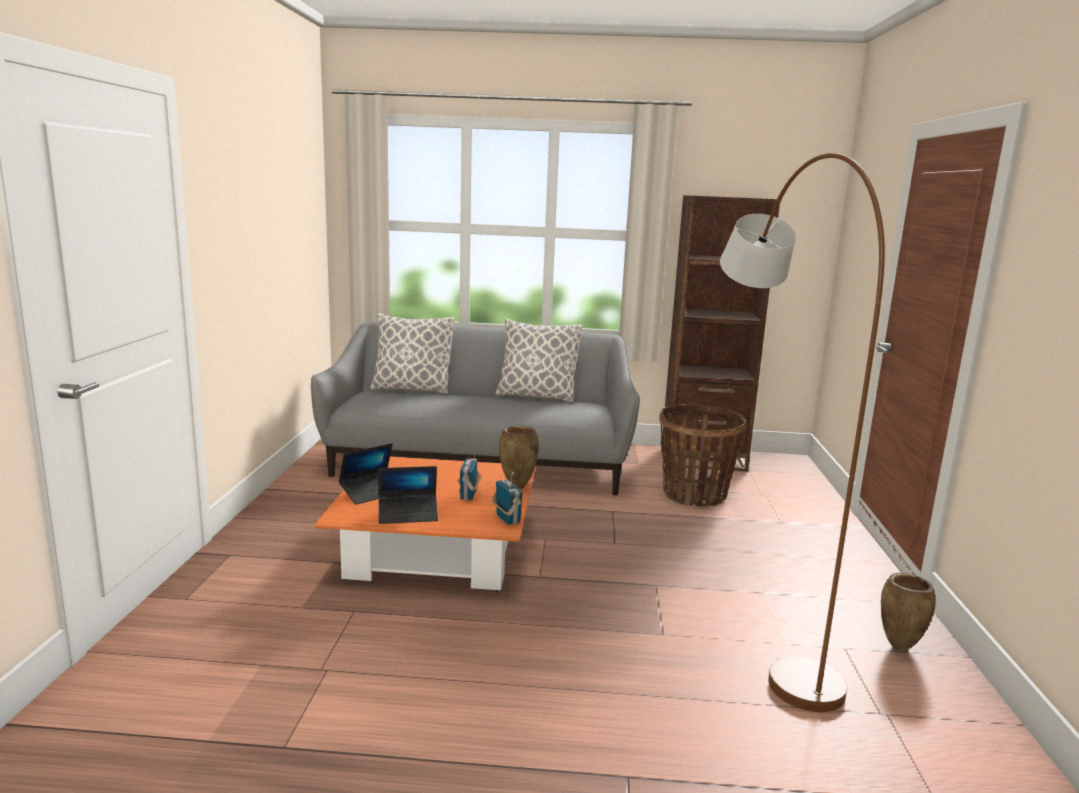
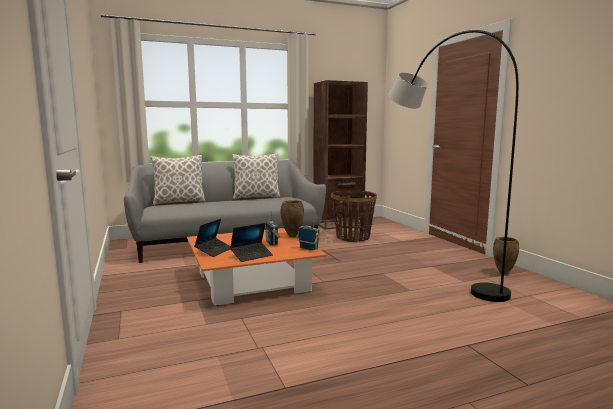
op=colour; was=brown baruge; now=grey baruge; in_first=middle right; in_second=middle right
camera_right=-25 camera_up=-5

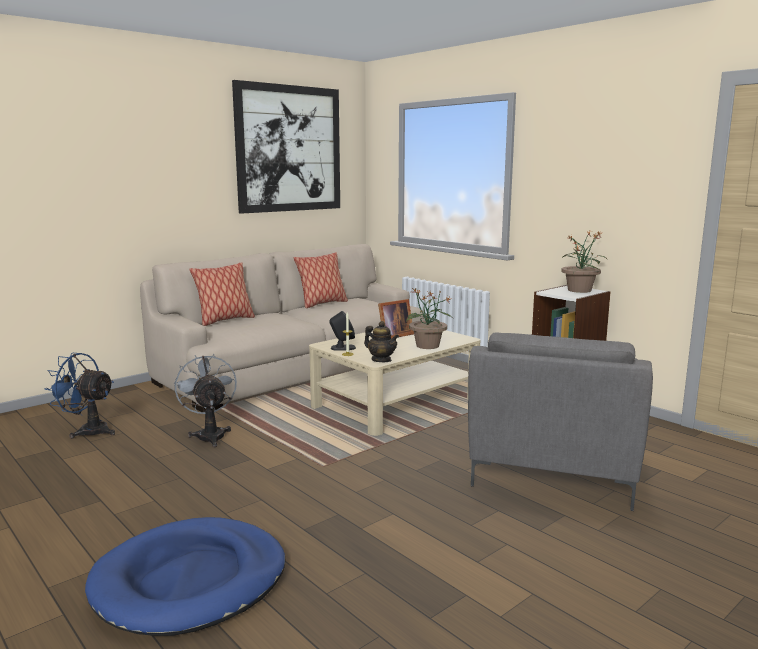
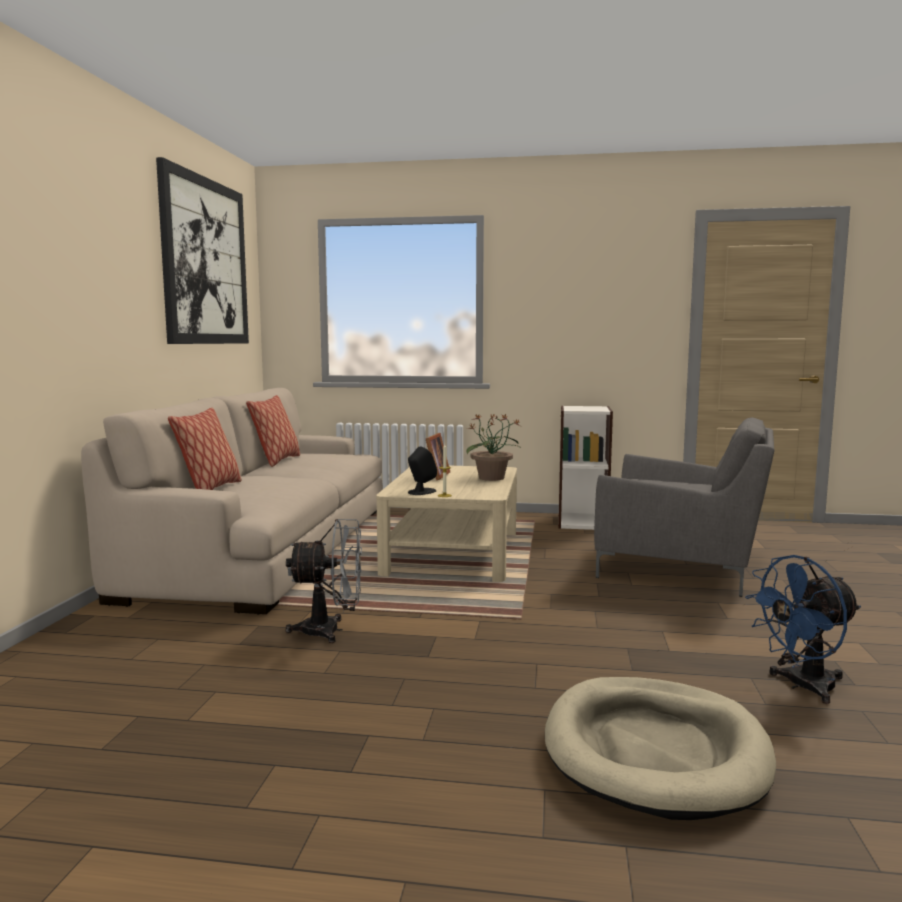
op=spun; was=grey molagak; in_first=middle left; in_second=centre; clockwise=150
op=colour; was=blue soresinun; now=beige soresinun; in_first=bottom left; in_second=bottom right
op=spun; was=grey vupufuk; in_first=middle right; in_second=middle right; clockwise=-45
op=relocated; was=blue molagak; in_first=middle left; in_second=bottom right
op=missing; was=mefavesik; in_first=centre
op=missing; was=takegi (no. 2 from left); in_first=middle right
camera_right=-40 camera_up=-5

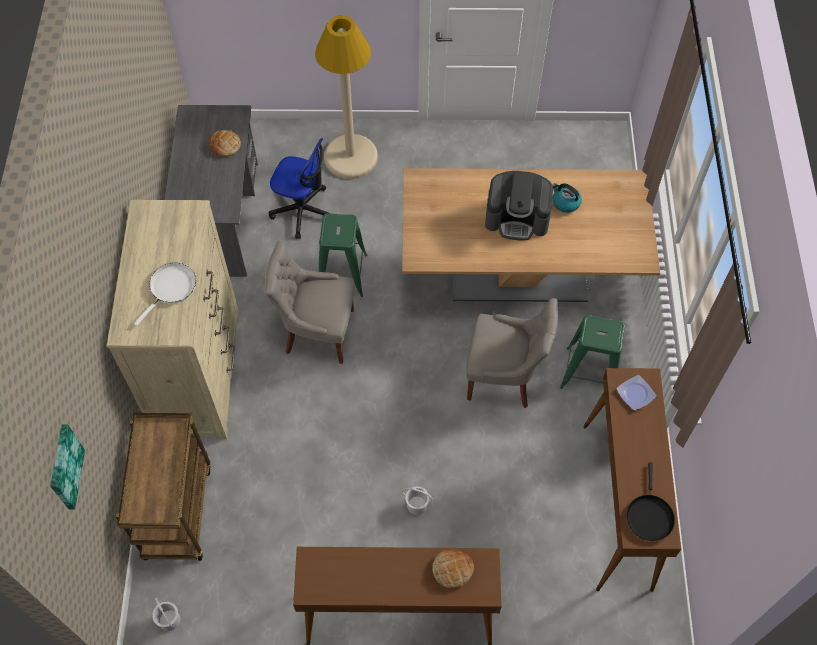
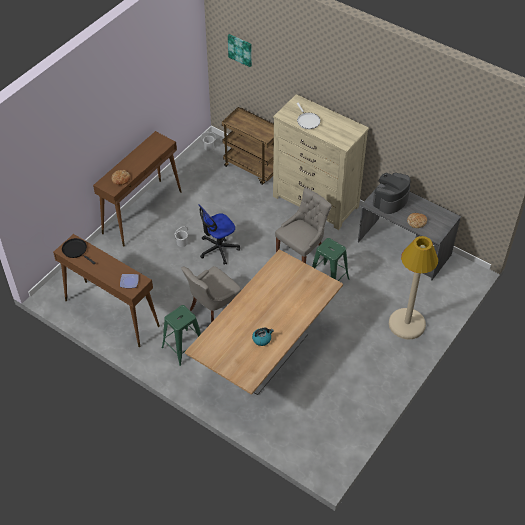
op=relocated; was=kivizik; in_first=top centre; in_second=centre
op=relocated; was=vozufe; in_first=top centre; in_second=middle right
camera_right=125 camera_up=-10

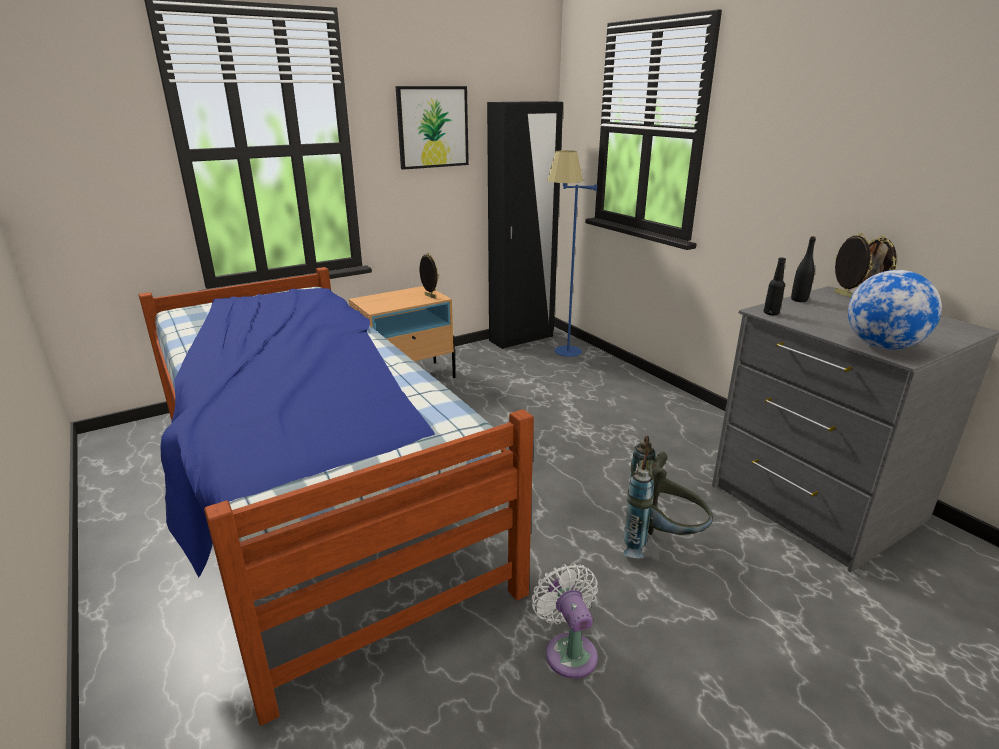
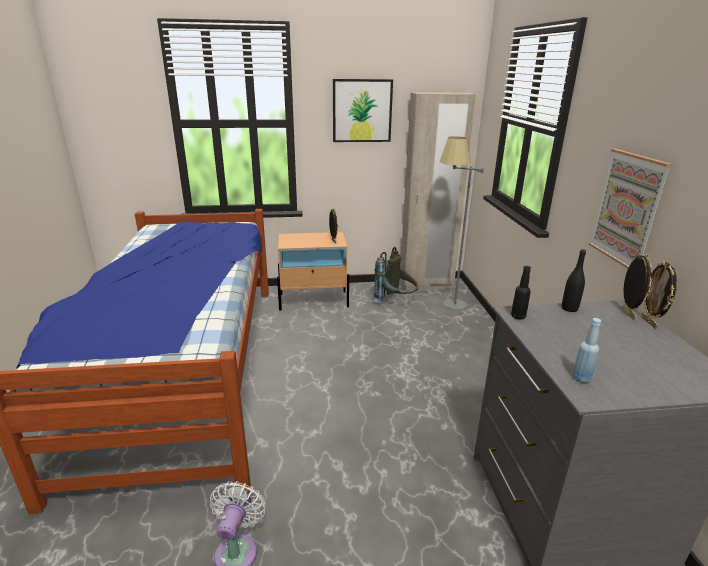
op=relocated; was=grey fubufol; in_first=middle right; in_second=centre
op=colour; was=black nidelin; now=beige nidelin; in_first=top centre; in_second=centre
op=colour; was=blue baruge; now=grey baruge; in_first=centre; in_second=centre
op=exchanged; was=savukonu; now=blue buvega; in_first=middle right; in_second=middle right
op=appeared; now=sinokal (no. 2 from left); in_second=middle right
camera_right=25 camera_up=0

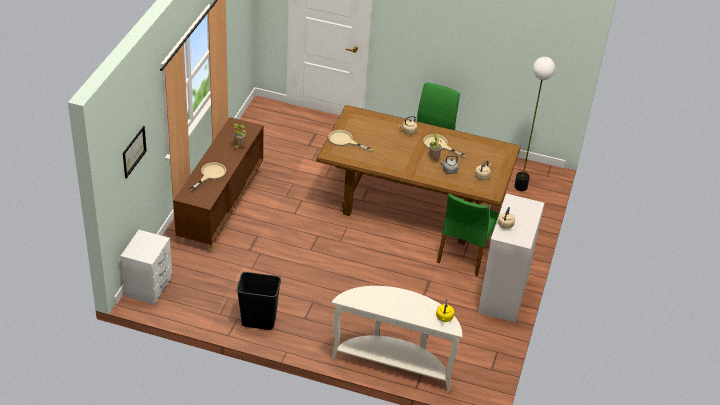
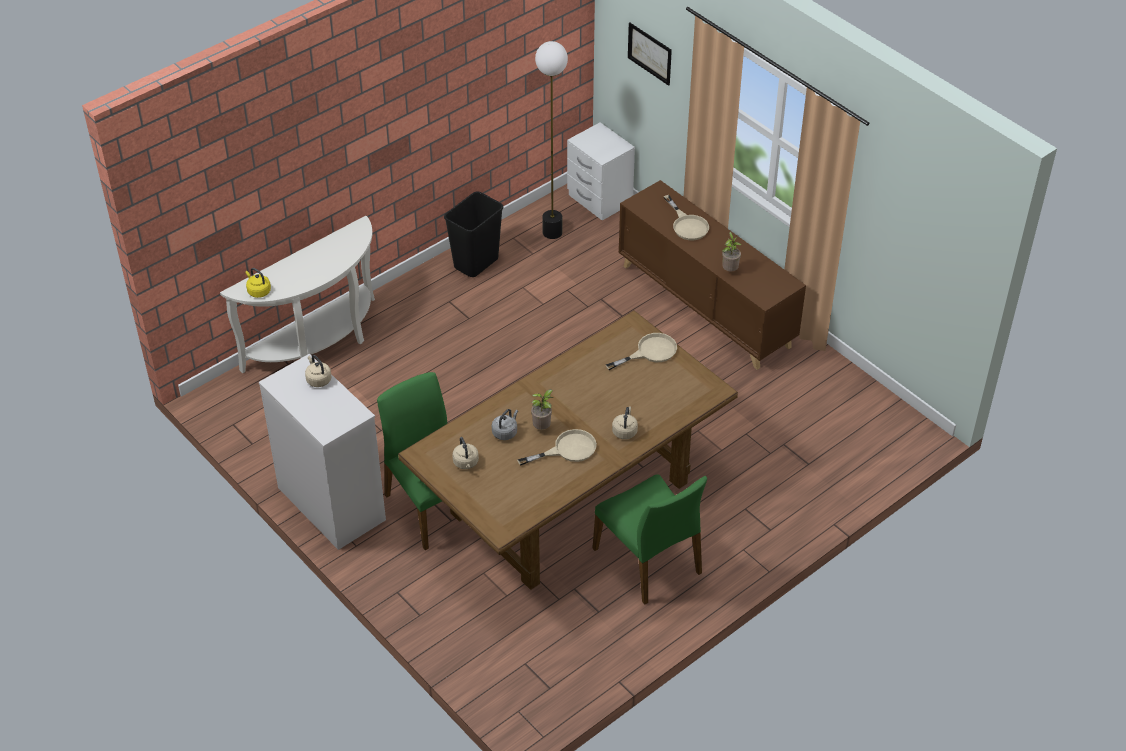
op=relocated; was=baruge; in_first=top right; in_second=top centre
camera_right=125 camera_up=5

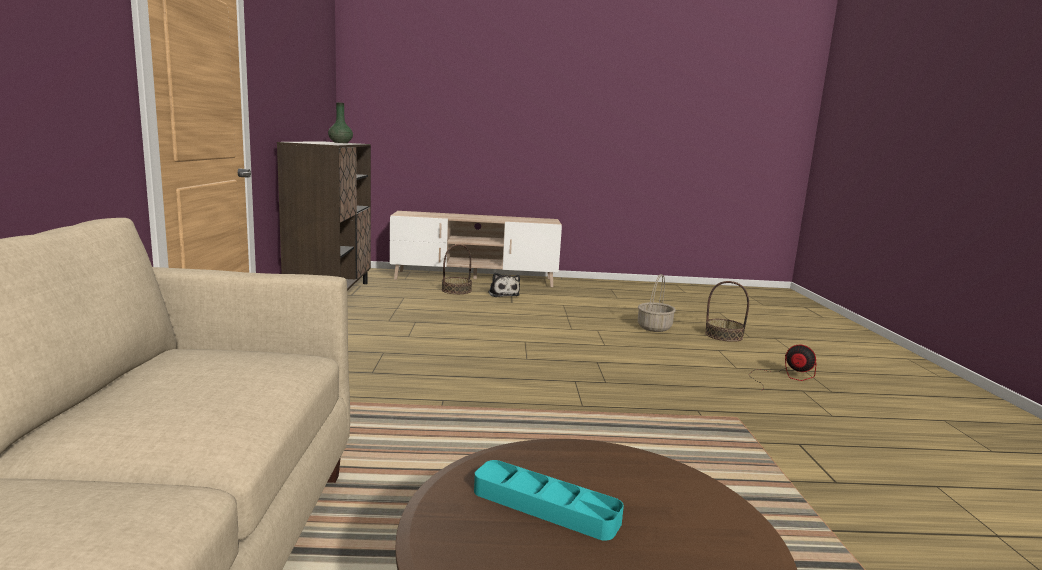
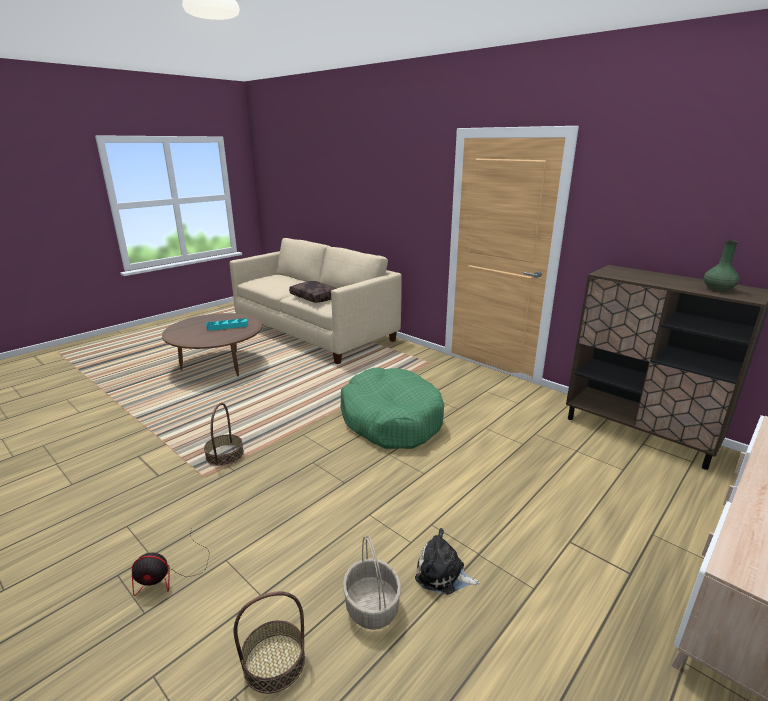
op=relocated; was=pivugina (no. 1 from left); in_first=centre; in_second=middle left
op=appeared; now=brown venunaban; in_second=centre
op=appeared; now=green soresinun; in_second=centre
op=relocated; was=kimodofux; in_first=centre; in_second=bottom centre
camera_right=135 camera_up=10

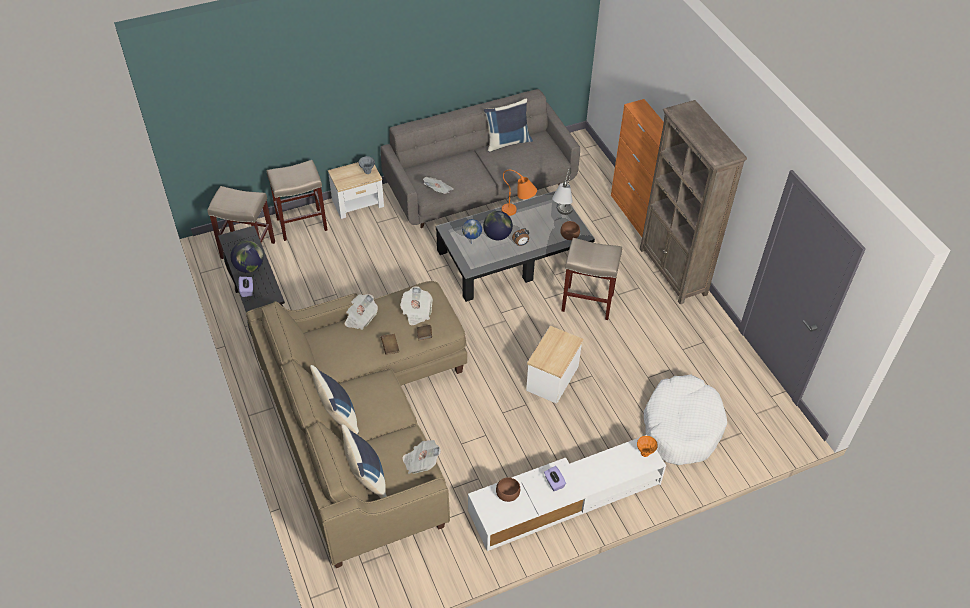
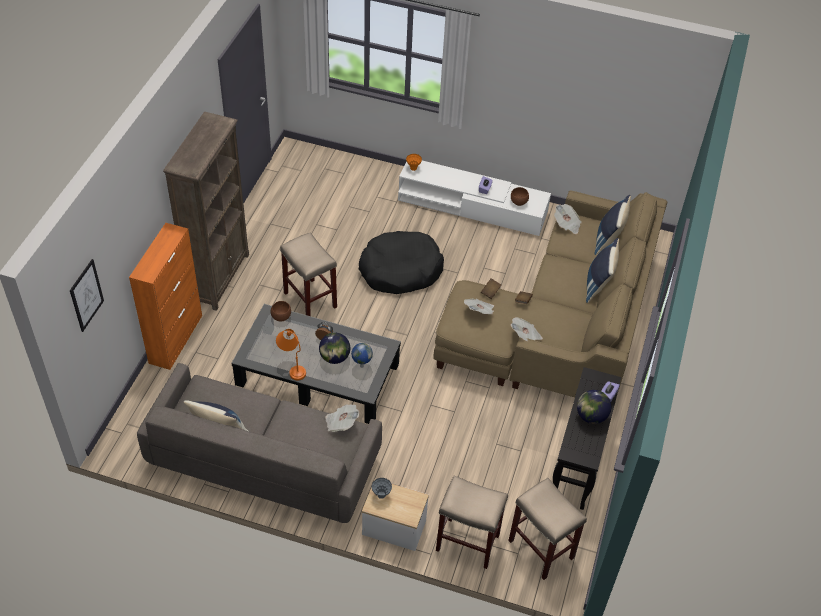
op=appeared; now=sinokal; in_second=middle left
op=exchanged; was=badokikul (no. 2 from left); now=black soresinun; in_first=centre; in_second=centre
op=missing; was=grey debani; in_first=top centre
op=missing; was=white soresinun; in_first=bottom right
camera_right=-140 camera_up=0

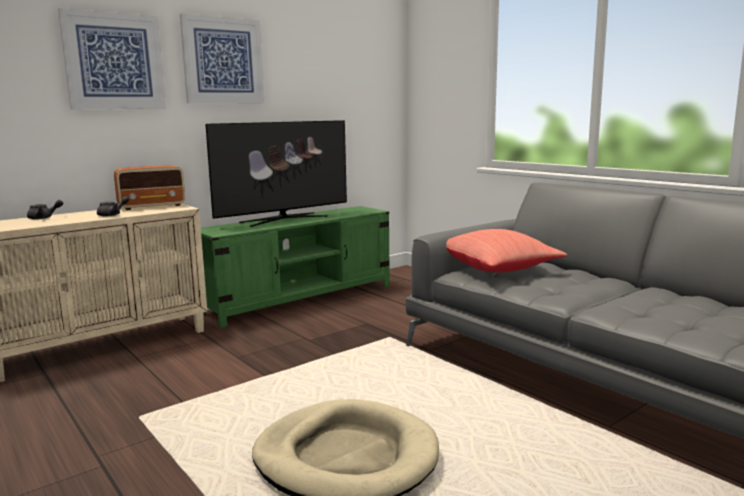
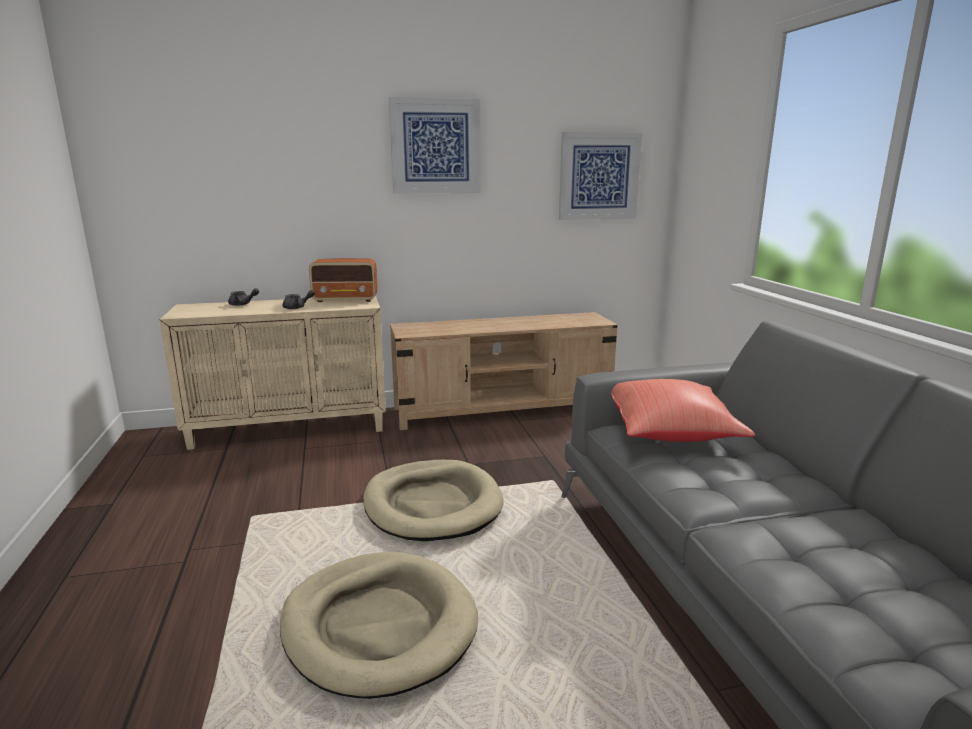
op=appeared; now=beige soresinun (no. 2 from left); in_second=bottom centre
op=colour; was=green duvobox; now=beige duvobox; in_first=centre; in_second=centre
op=relocated; was=sinokal (no. 1 from left in the first image); now=sinokal (no. 2 from left); in_first=top left; in_second=top centre
op=missing; was=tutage; in_first=centre
camera_right=25 camera_up=5

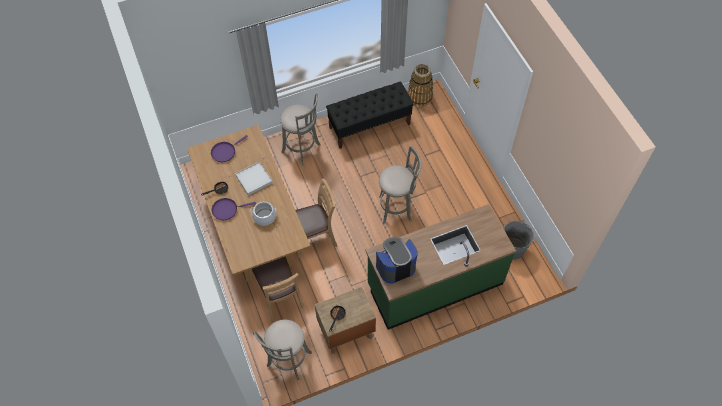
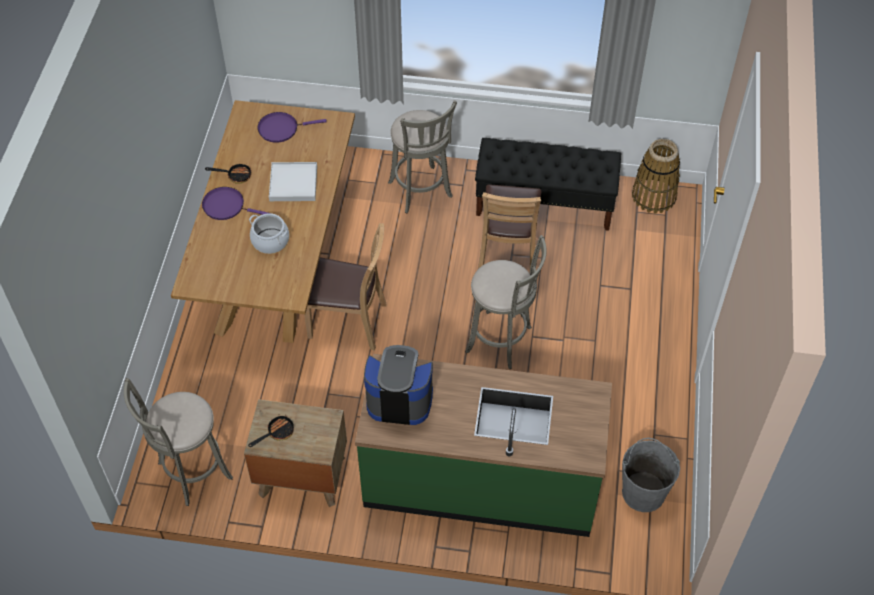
op=relocated; was=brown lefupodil (no. 1 from left in the first image); now=brown lefupodil (no. 2 from left); in_first=bottom centre; in_second=centre
camera_right=30 camera_up=-5

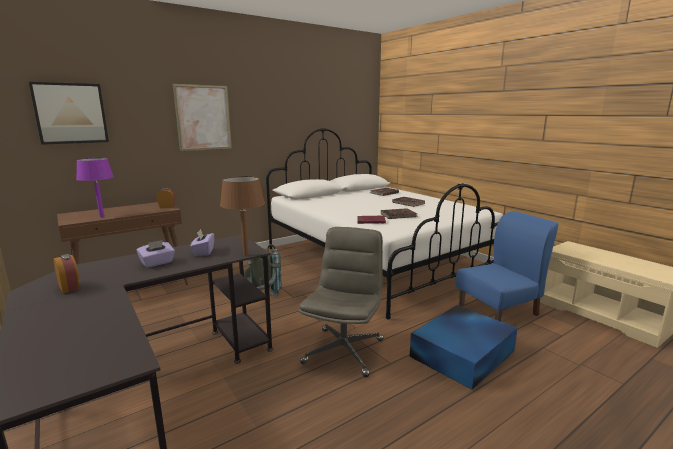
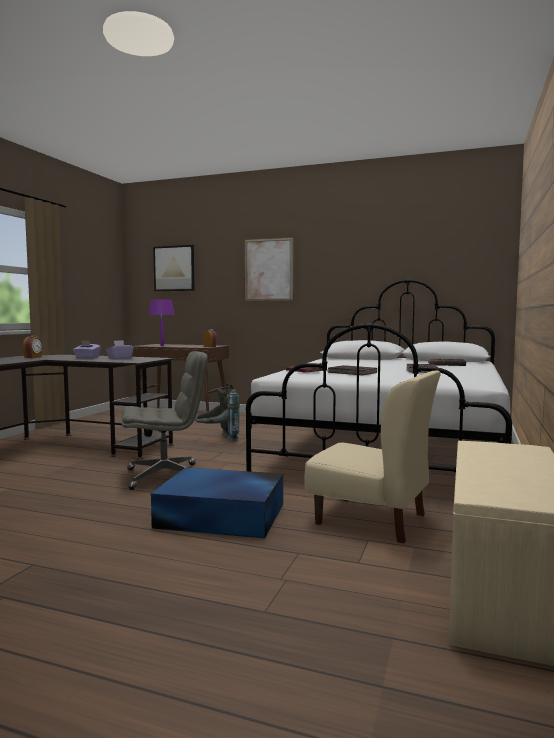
op=colour; was=blue lefupodil; now=beige lefupodil; in_first=middle right; in_second=middle right
op=missing; was=brown debani; in_first=centre
camera_right=55 camera_up=-10

